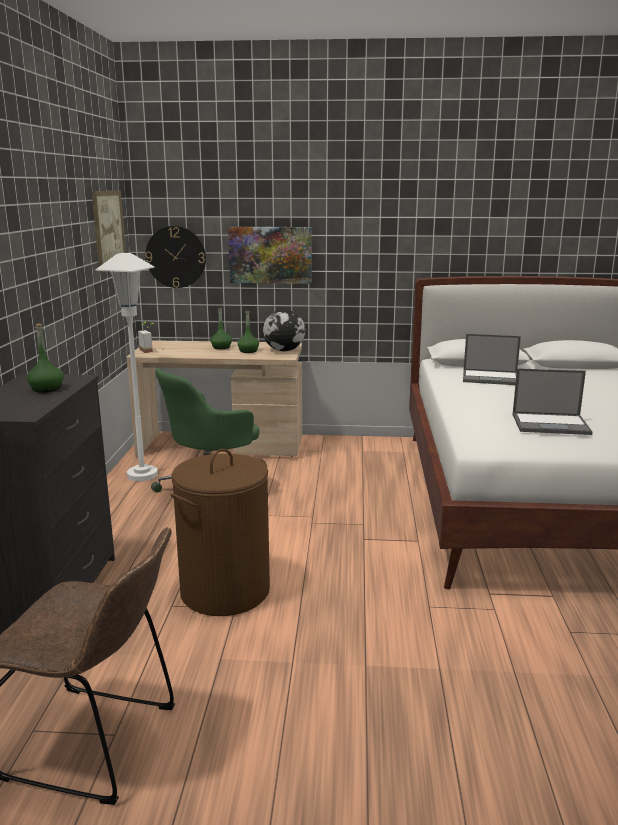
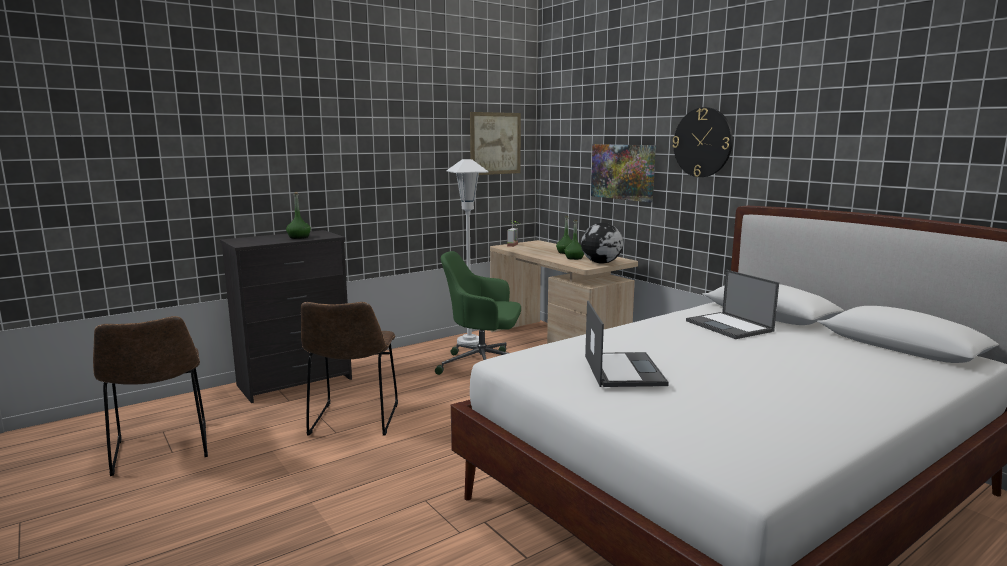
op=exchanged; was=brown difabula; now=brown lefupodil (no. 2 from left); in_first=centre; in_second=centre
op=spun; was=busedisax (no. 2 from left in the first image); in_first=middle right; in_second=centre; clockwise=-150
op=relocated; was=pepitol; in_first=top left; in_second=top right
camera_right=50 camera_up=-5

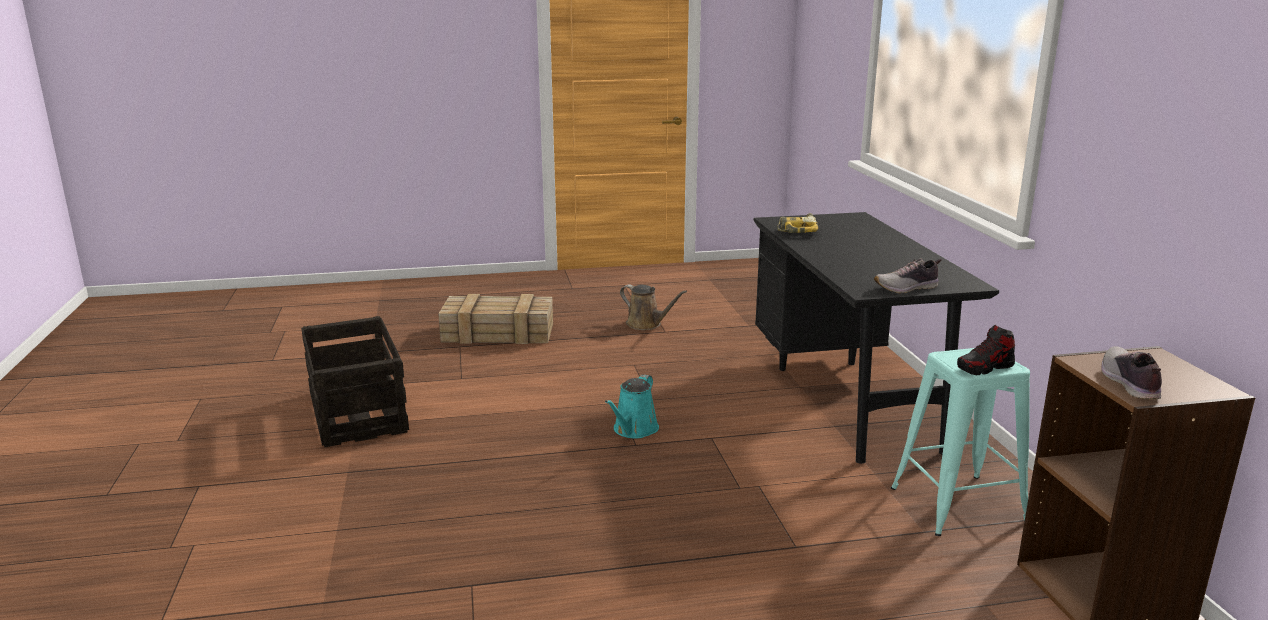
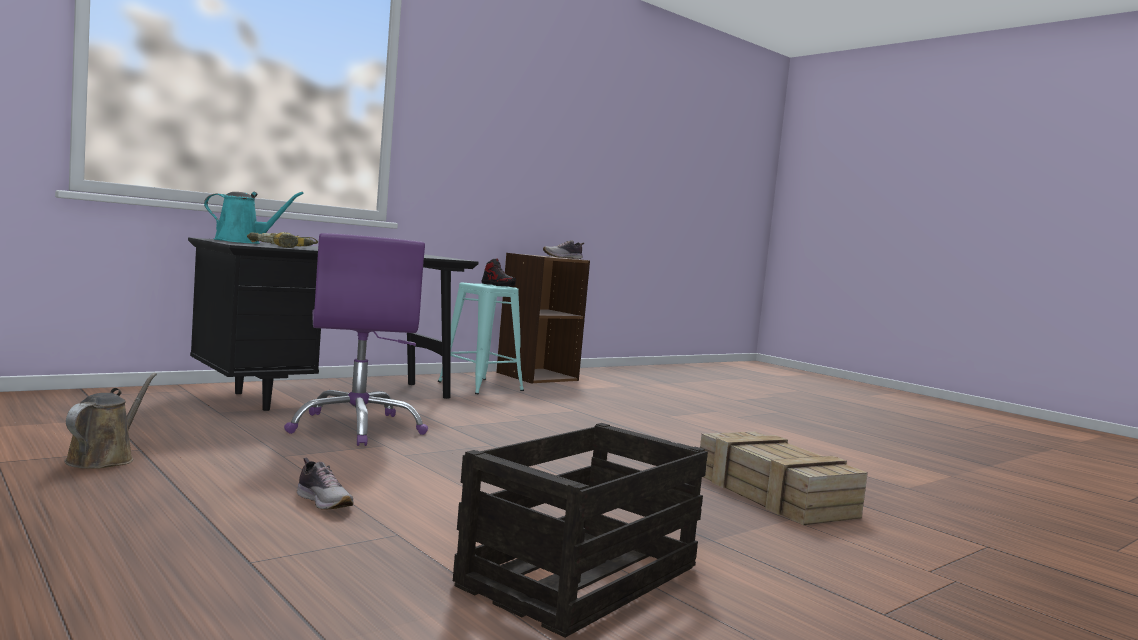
op=relocated; was=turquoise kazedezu; in_first=centre; in_second=middle left
op=appeared; now=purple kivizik; in_second=middle left
op=relocated; was=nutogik (no. 1 from left); in_first=middle right; in_second=bottom left
op=relocated; was=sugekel (no. 2 from left); in_first=centre; in_second=bottom right
camera_right=-120 camera_up=-15

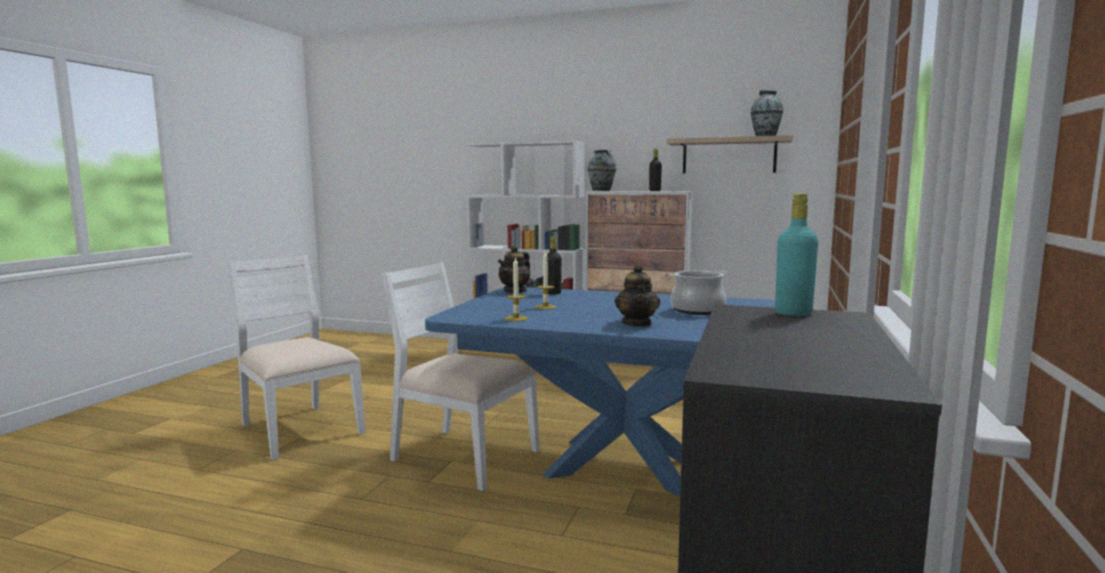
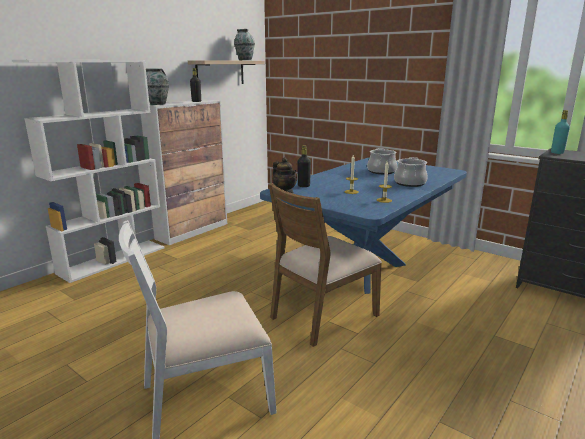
op=colour; was=white lefupodil (no. 2 from left); now=brown lefupodil; in_first=centre; in_second=centre
op=exchanged; was=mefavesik (no. 2 from left); now=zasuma (no. 2 from left); in_first=centre; in_second=middle right
camera_right=-70 camera_up=10

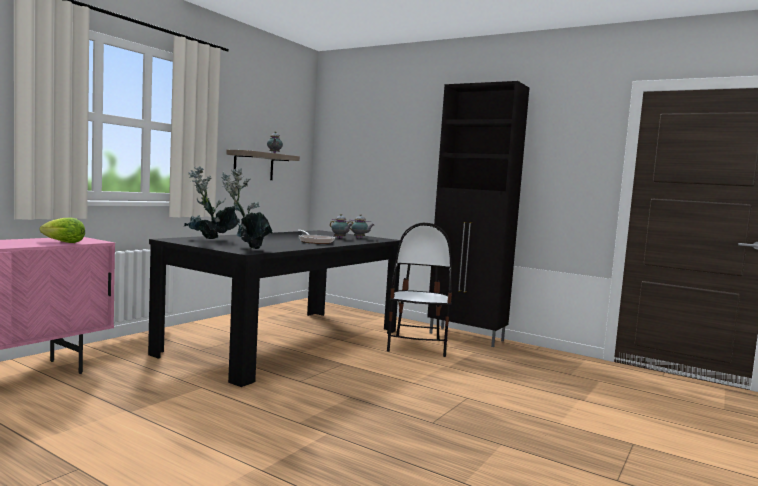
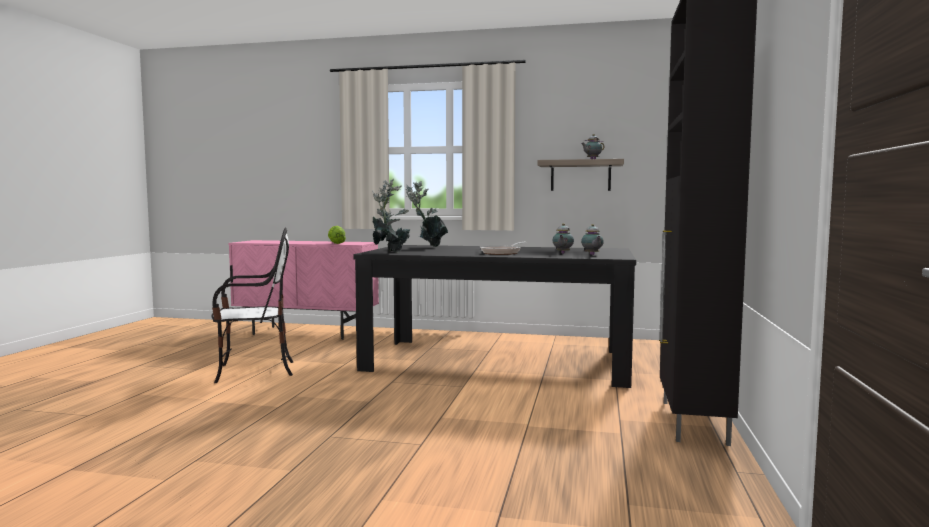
op=relocated; was=lefupodil; in_first=centre; in_second=middle left
camera_right=70 camera_up=0

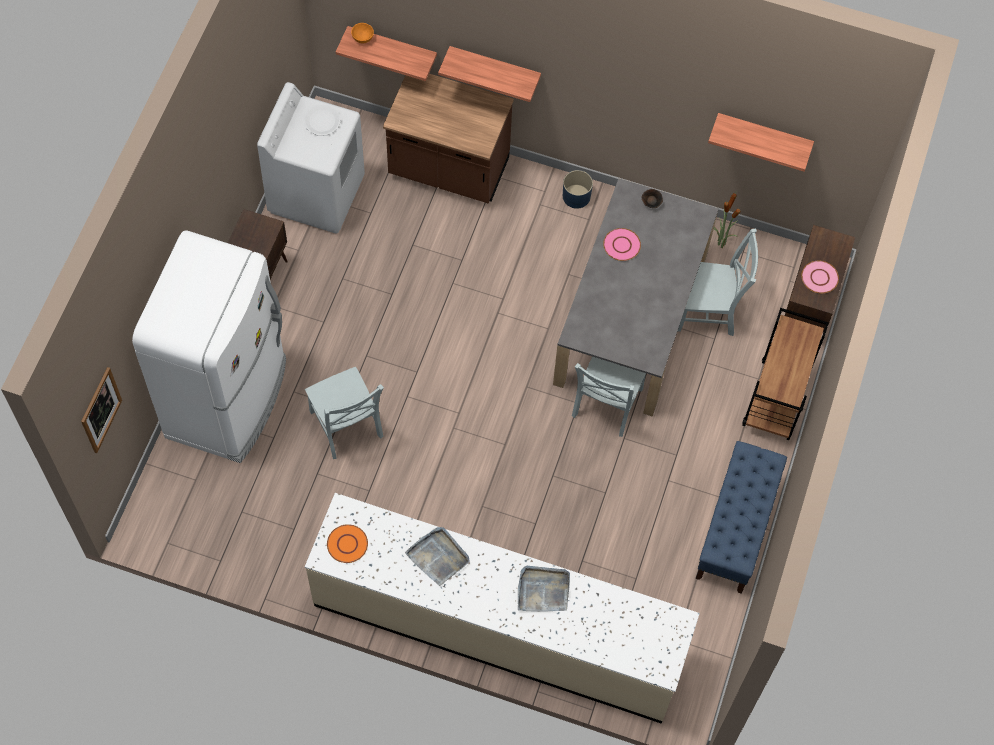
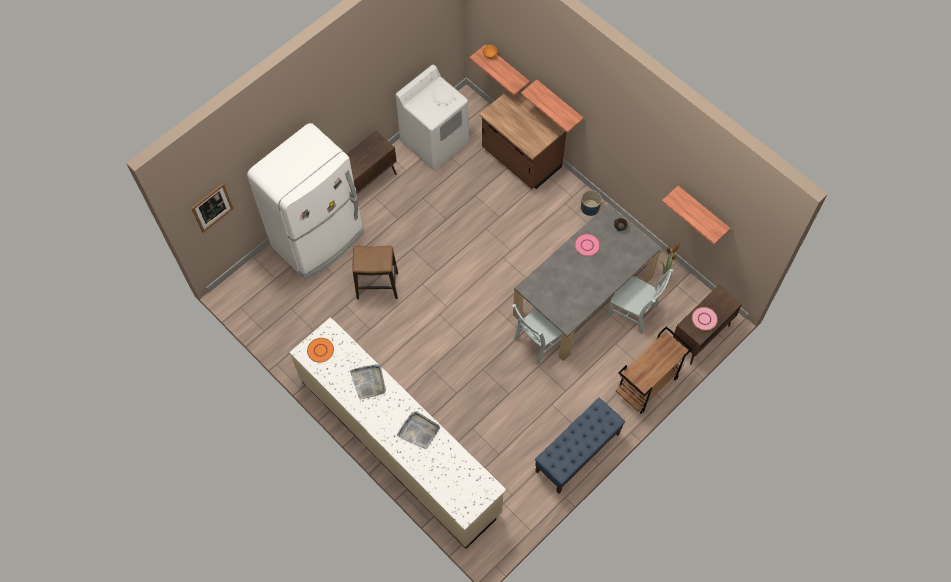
op=exchanged; was=grey lefupodil (no. 1 from left); now=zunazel; in_first=centre; in_second=centre
camera_right=30 camera_up=0

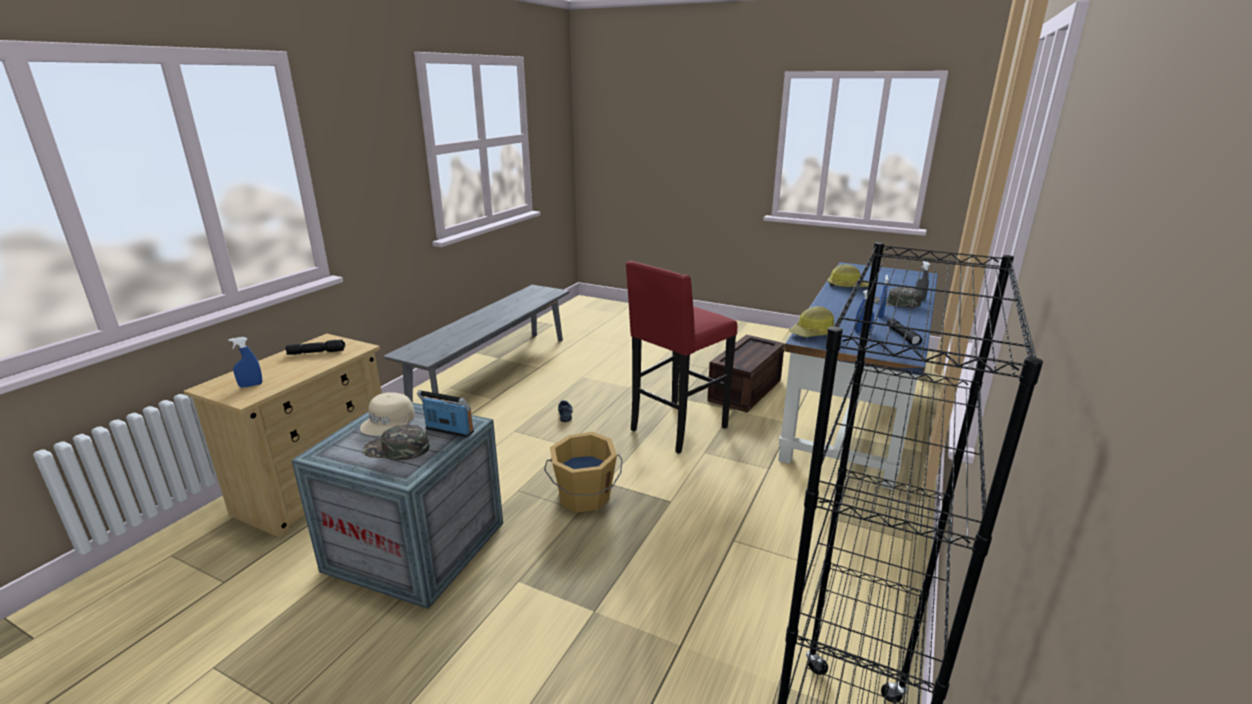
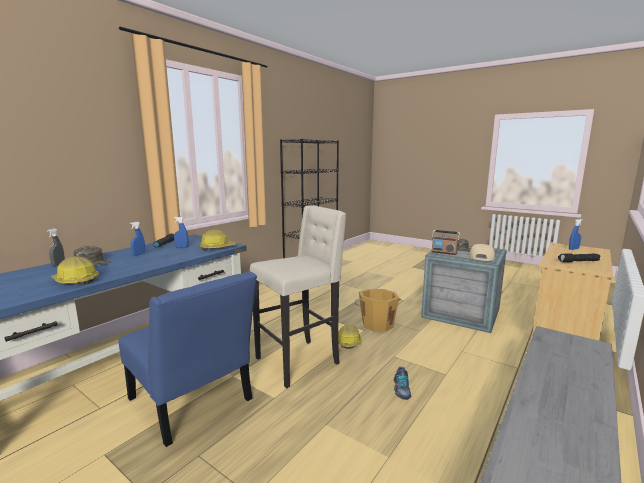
op=exchanged; was=sugekel (no. 2 from left); now=blue lefupodil; in_first=centre; in_second=bottom left
op=colour; was=red zunazel; now=beige zunazel; in_first=centre; in_second=centre
op=appeared; now=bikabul (no. 3 from left); in_second=bottom centre
camera_right=-170 camera_up=-10

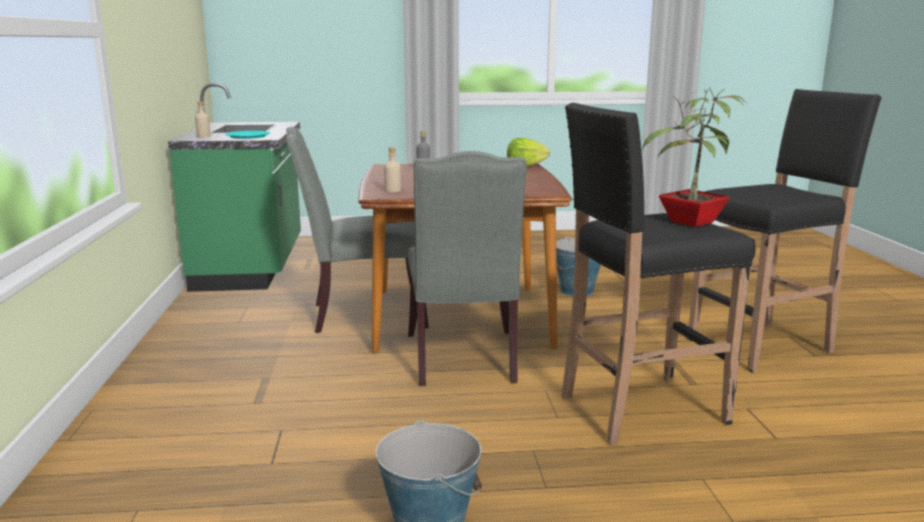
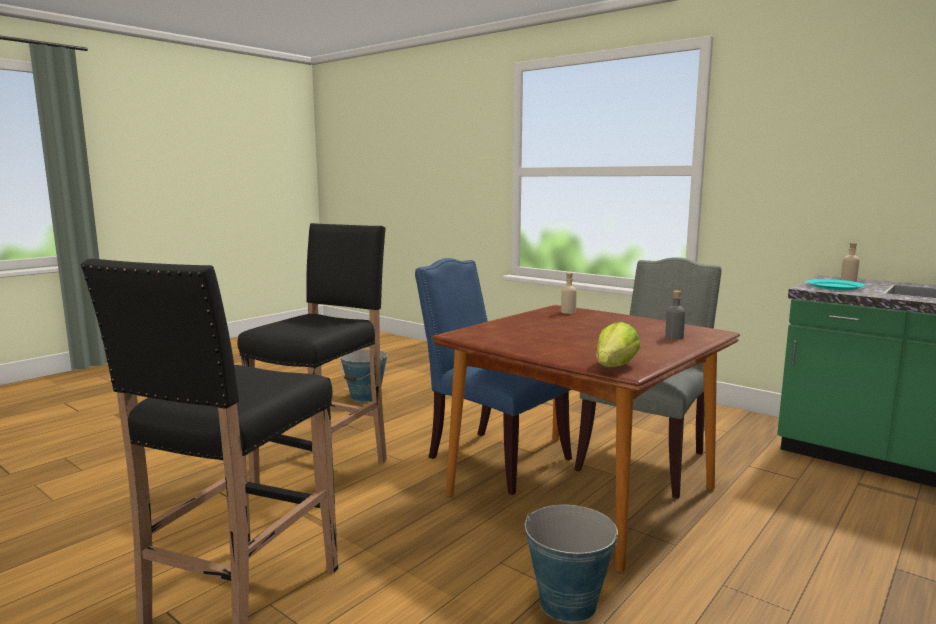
op=colour; was=grey lefupodil (no. 2 from left); now=blue lefupodil; in_first=centre; in_second=centre
op=missing; was=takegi; in_first=top right
camera_right=135 camera_up=-5

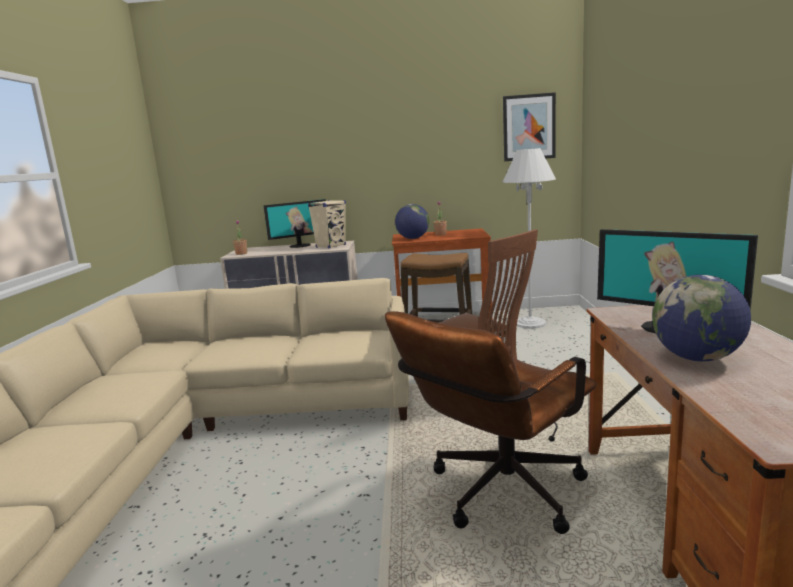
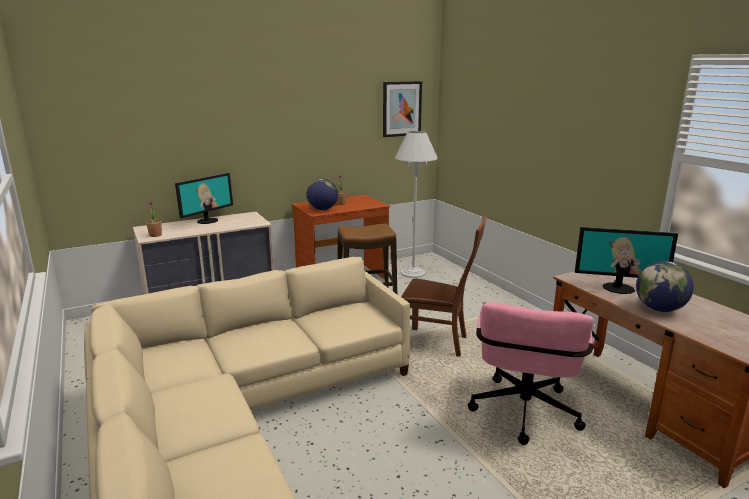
op=colour; was=brown kivizik; now=pink kivizik; in_first=bottom centre; in_second=bottom right
op=missing; was=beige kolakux; in_first=centre
camera_right=-30 camera_up=5

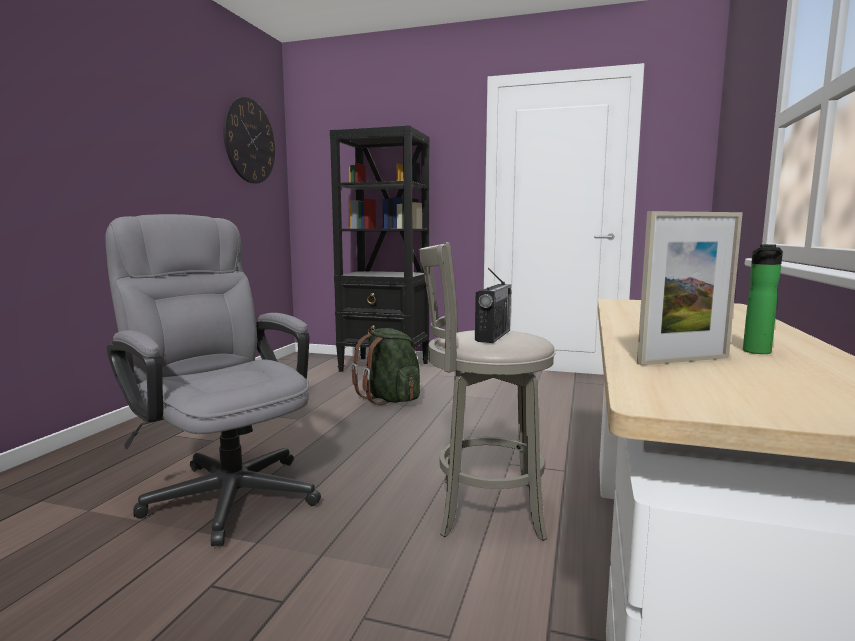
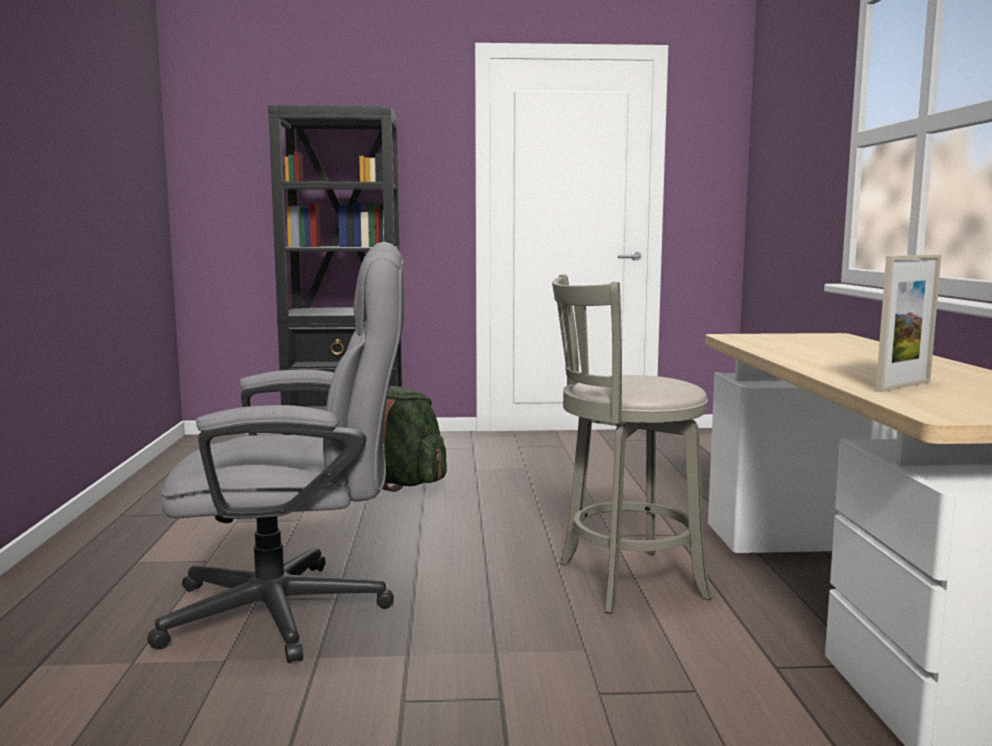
op=spun; was=grey kivizik; in_first=middle left; in_second=middle left; clockwise=150
op=missing; was=pepitol; in_first=top left
op=missing; was=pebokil; in_first=centre
op=missing; was=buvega; in_first=middle right
camera_right=-20 camera_up=0

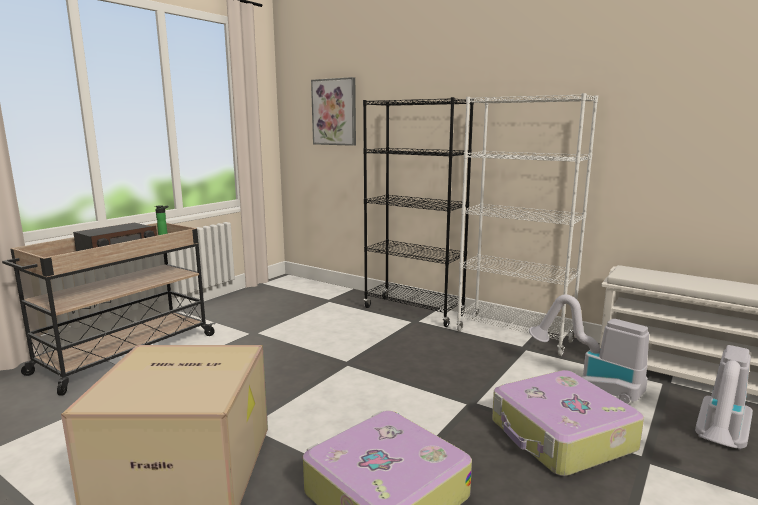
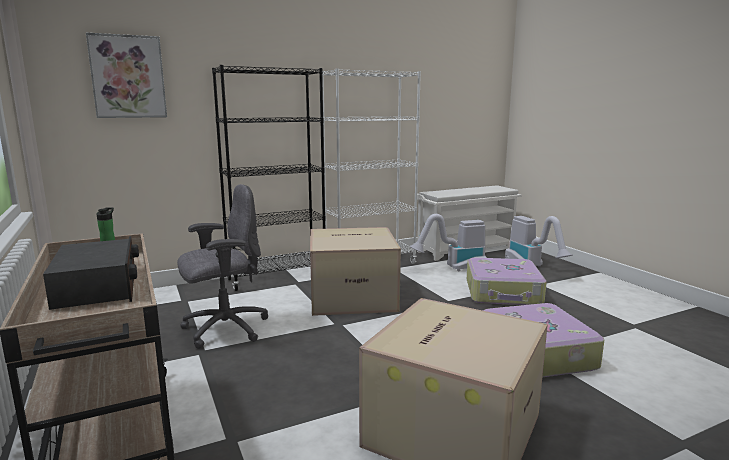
op=appeared; now=grey kivizik; in_second=middle left
op=appeared; now=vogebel (no. 1 from left); in_second=centre
camera_right=-60 camera_up=0

